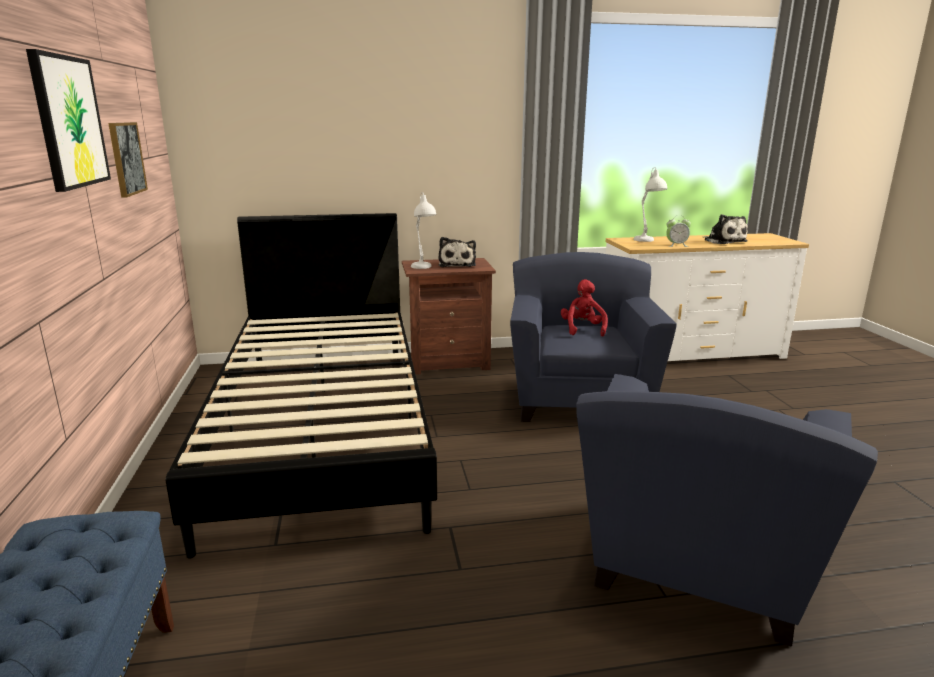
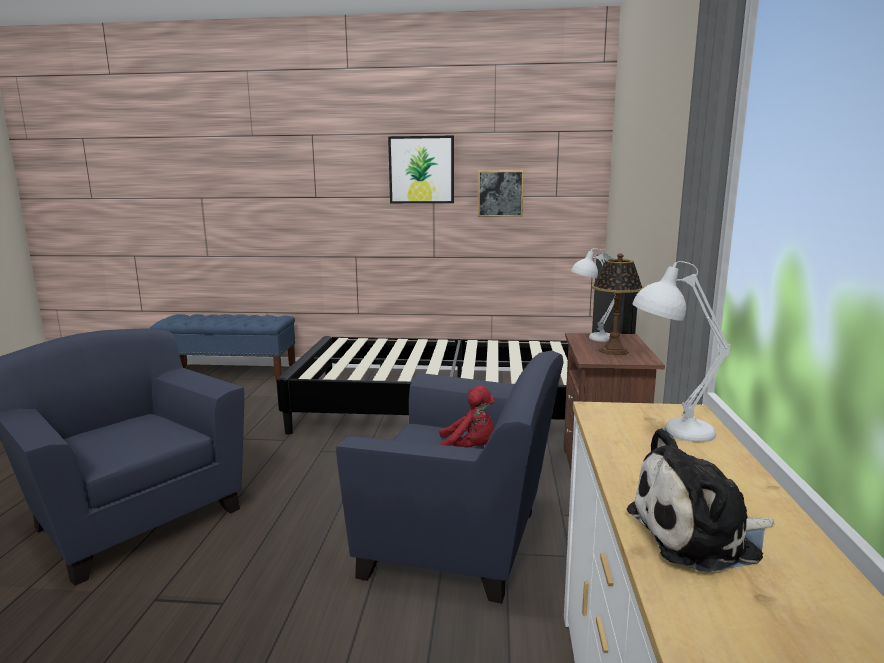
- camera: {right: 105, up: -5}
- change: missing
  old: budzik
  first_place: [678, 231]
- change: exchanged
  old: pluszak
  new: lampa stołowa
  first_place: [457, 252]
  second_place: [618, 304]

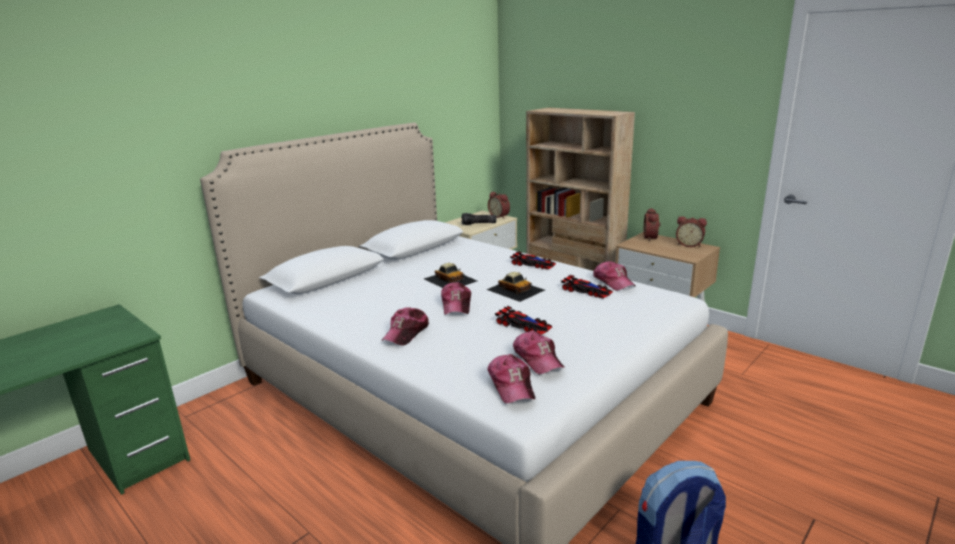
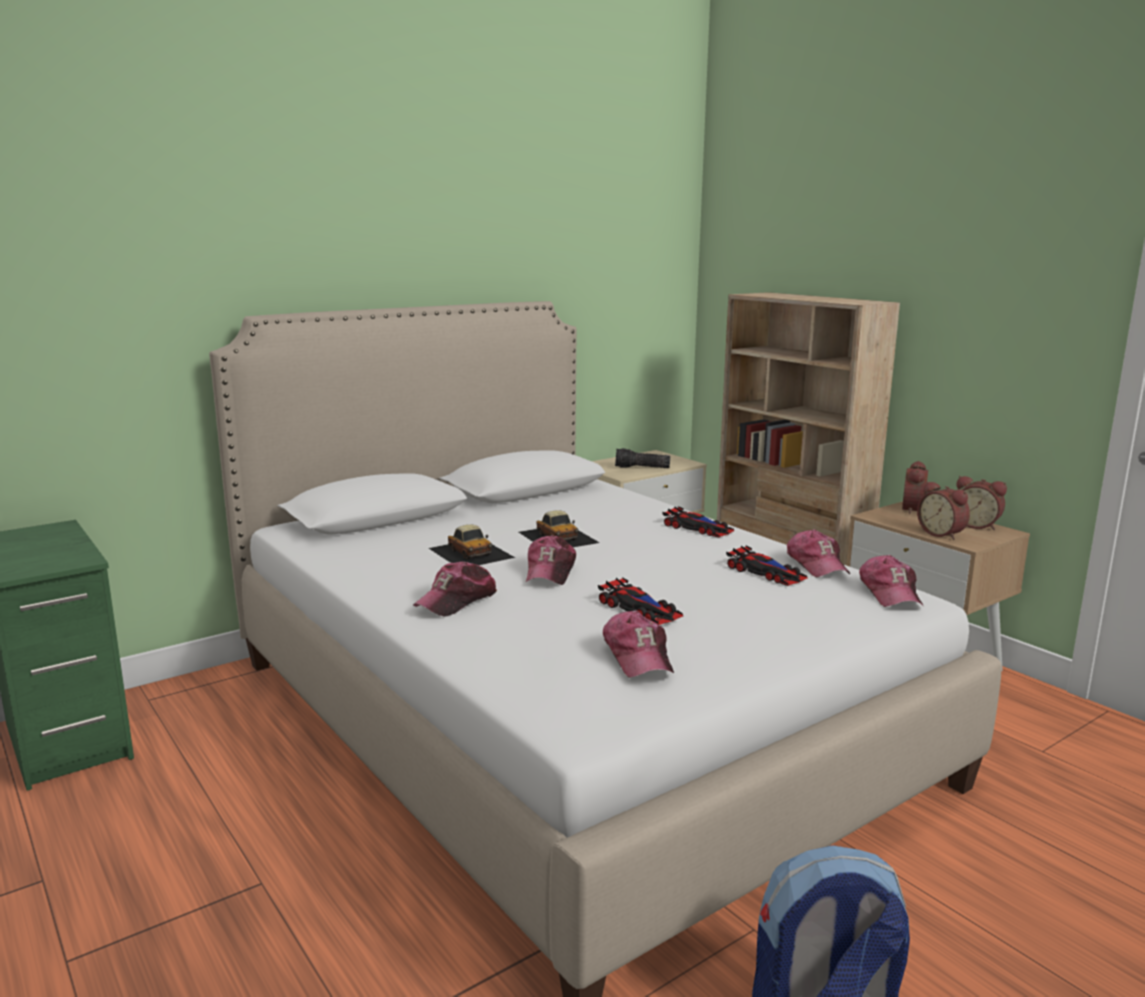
- camera: {right: 10, up: -5}
- change: relocated
  old: budzik
  first_place: [499, 205]
  second_place: [943, 510]
- change: relocated
  old: samochodzik
  first_place: [515, 287]
  second_place: [472, 545]
- change: relocated
  old: czapka z daszkiem
  first_place: [512, 379]
  second_place: [891, 581]

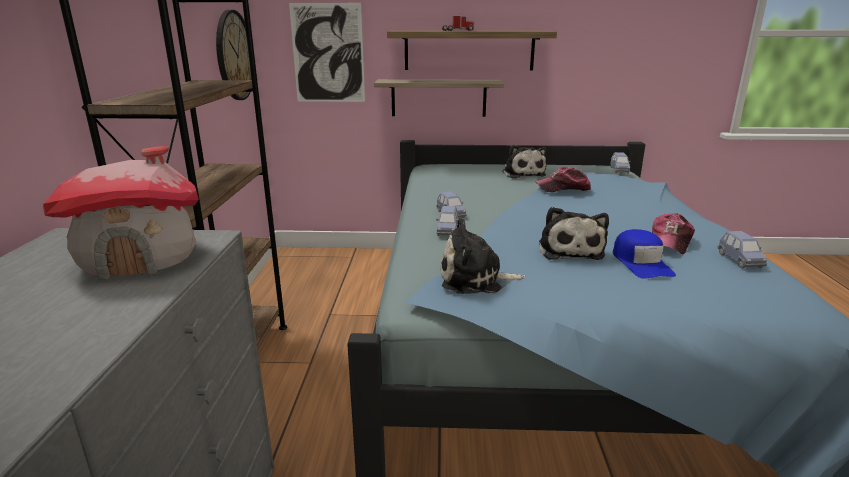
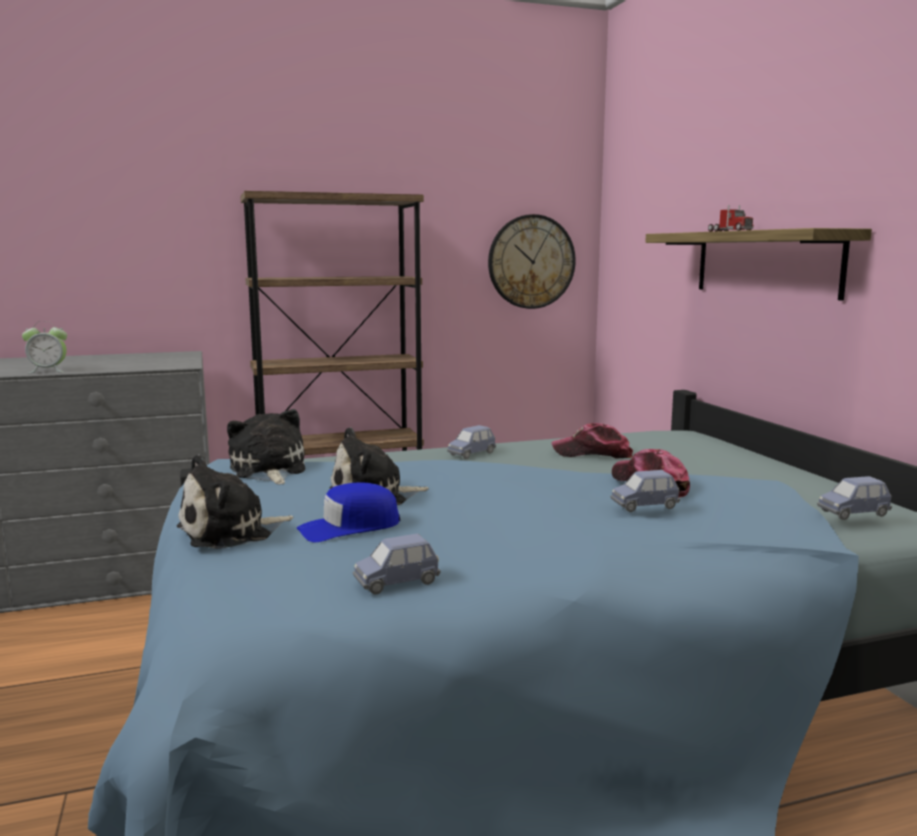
- camera: {right: 70, up: -10}
- change: missing
  old: obraz
  first_place: [327, 52]
- change: missing
  old: półka
  first_place: [439, 98]
- change: relocated
  old: pluszak
  first_place: [524, 162]
  second_place: [235, 501]
- change: missing
  old: domek
  first_place: [121, 213]
- change: relocated
  old: samochodzik [niebieski]
  first_place: [447, 221]
  second_place: [645, 491]
- change: relocated
  old: czapka z daszkiem
  first_place: [673, 233]
  second_place: [592, 441]
- change: appeared
  new: budzik
  second_place: [44, 347]

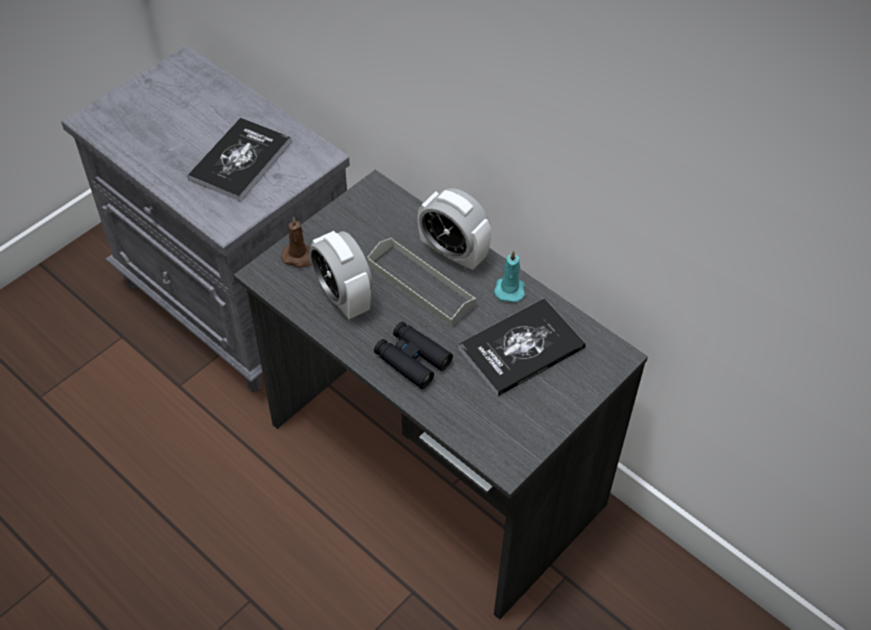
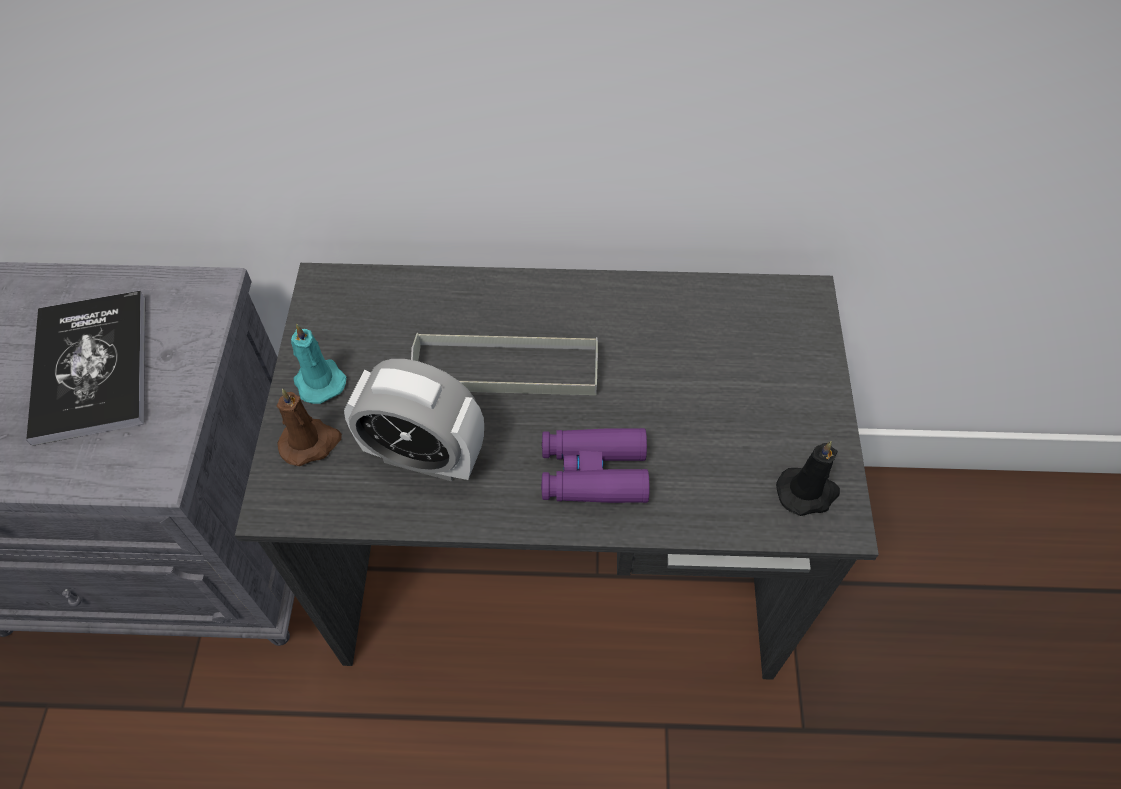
- camera: {right: -40, up: 5}
- change: missing
  old: budzik
  first_place: [454, 229]
- change: relocated
  old: świeca [turkusowy]
  first_place: [509, 276]
  second_place: [319, 364]
- change: missing
  old: książka
  first_place: [522, 347]
- change: colour
  old: lornetka [czarny]
  new: lornetka [fioletowy]
  first_place: [413, 355]
  second_place: [595, 465]
- change: appeared
  new: świeca [czarny]
  second_place: [808, 478]

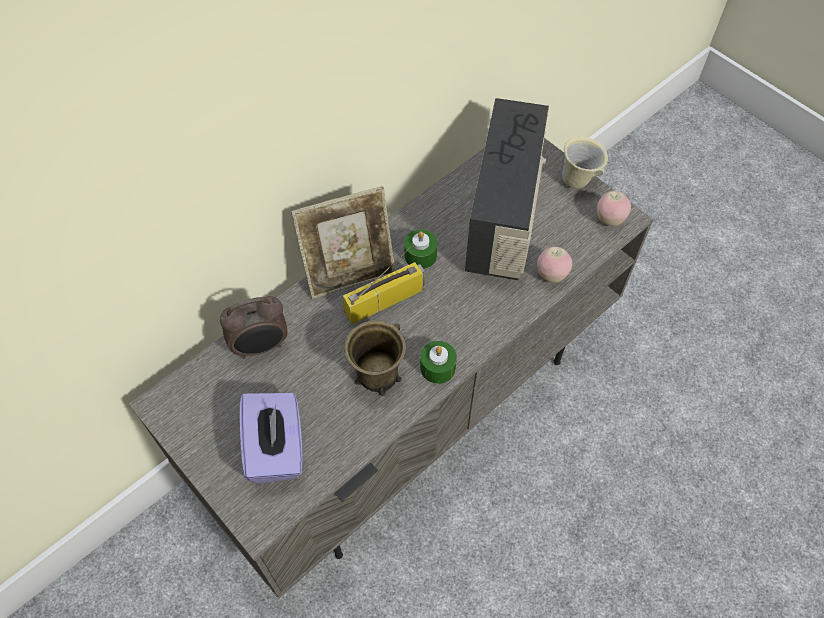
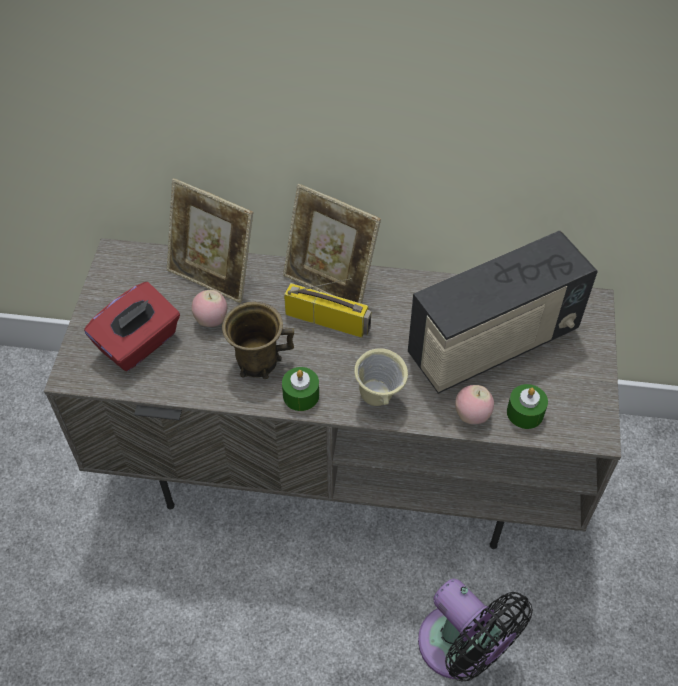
- camera: {right: 50, up: -5}
- change: relocated
  old: kubek [beżowy]
  first_place: [585, 163]
  second_place: [381, 377]
- change: relocated
  old: jabłko
  first_place: [614, 208]
  second_place: [209, 308]
- change: relocated
  old: świeca [zielony]
  first_place: [420, 249]
  second_place: [527, 406]
- change: exchanged
  old: budzik
  new: ramka na zdjęcie
  first_place: [254, 327]
  second_place: [210, 240]
- change: colour
  old: pudełko chusteczek [fioletowy]
  new: pudełko chusteczek [czerwony]
  first_place: [271, 438]
  second_place: [132, 326]
- change: appeared
  new: wentylator [czarny]
  second_place: [475, 630]

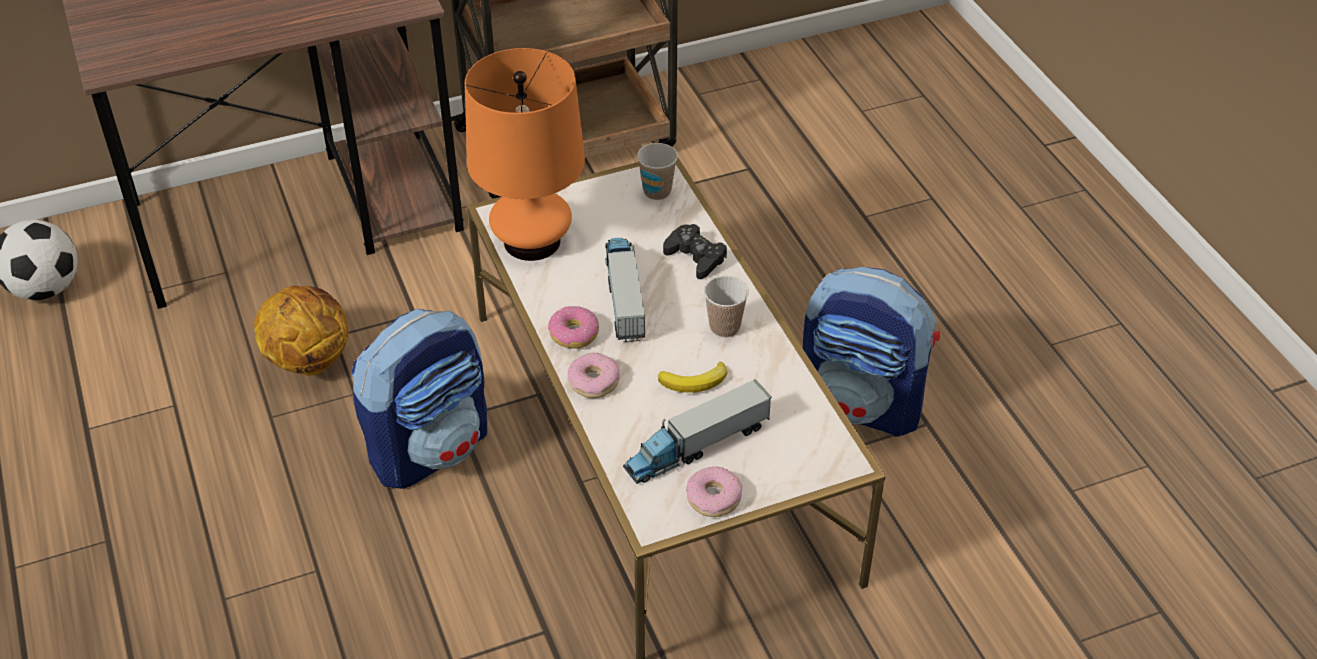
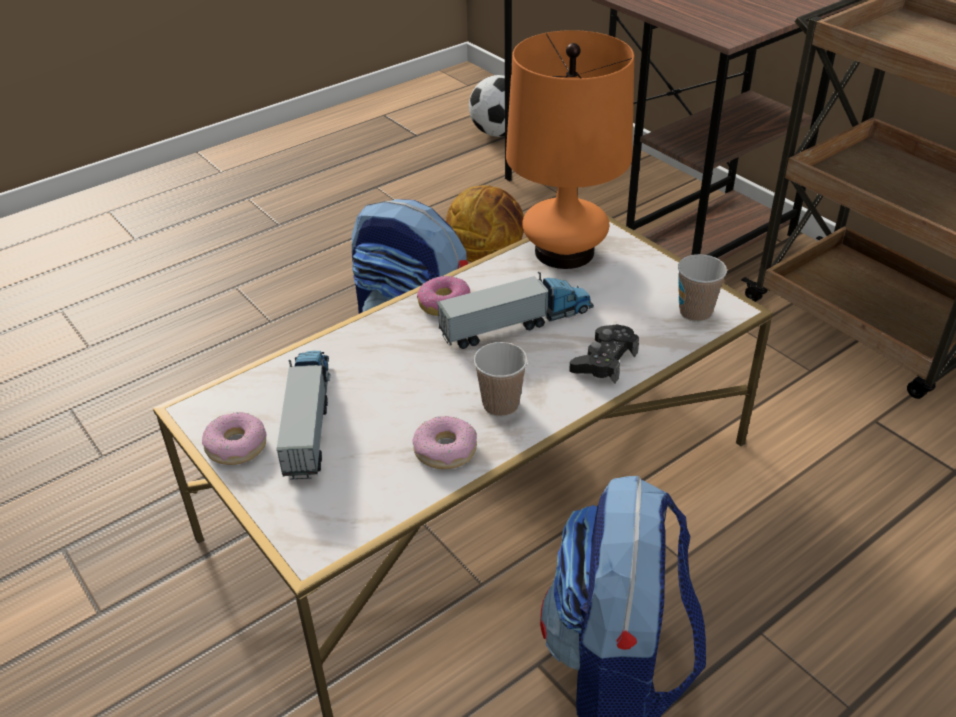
- camera: {right: 75, up: -5}
- change: relocated
  old: donut
  first_place: [594, 375]
  second_place: [445, 442]
- change: missing
  old: banan
  first_place: [692, 377]
- change: spun
  old: ciężarówka zabawkowa
  first_place: [697, 431]
  second_place: [303, 415]
  degrees: 45

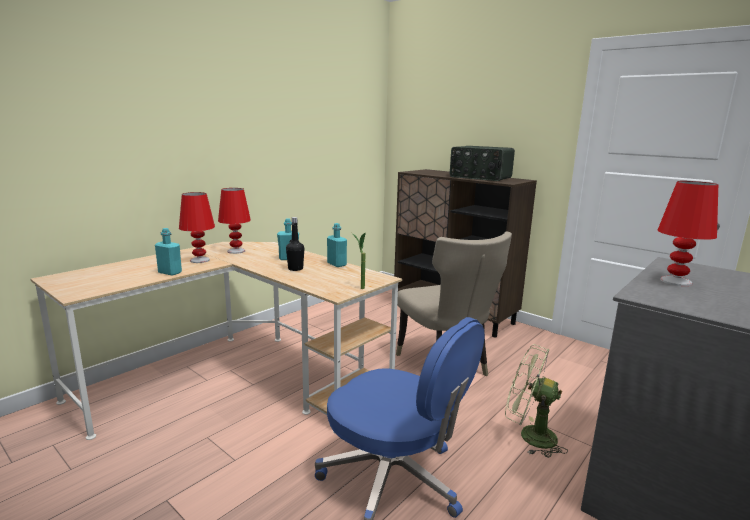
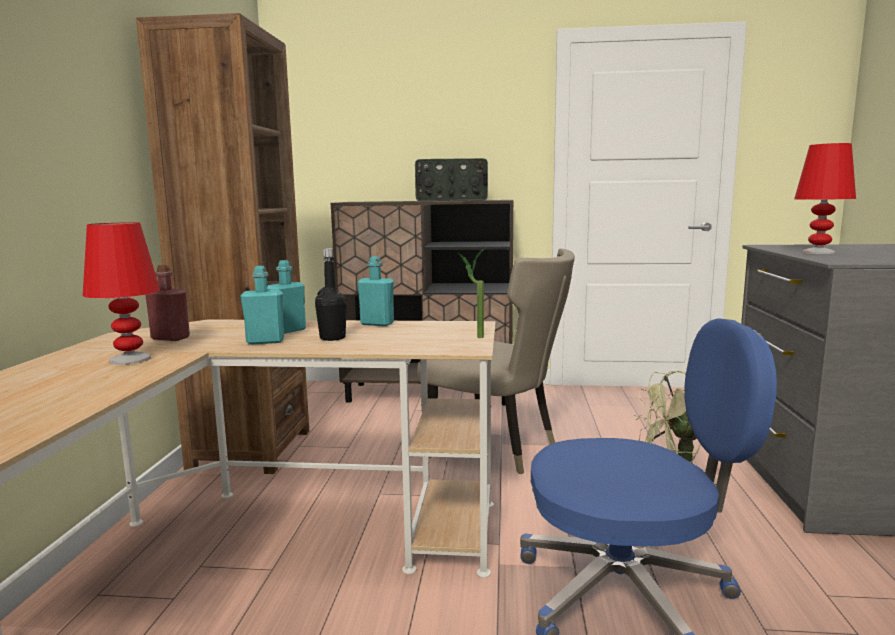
- camera: {right: -35, up: -5}
- change: exchanged
  old: lampa stołowa [czerwony]
  new: butelka [czerwony]
  first_place: [234, 221]
  second_place: [167, 303]
- change: relocated
  old: butelka [turkusowy]
  first_place: [168, 252]
  second_place: [262, 305]
- change: appeared
  new: regał [brązowy]
  second_place: [222, 243]

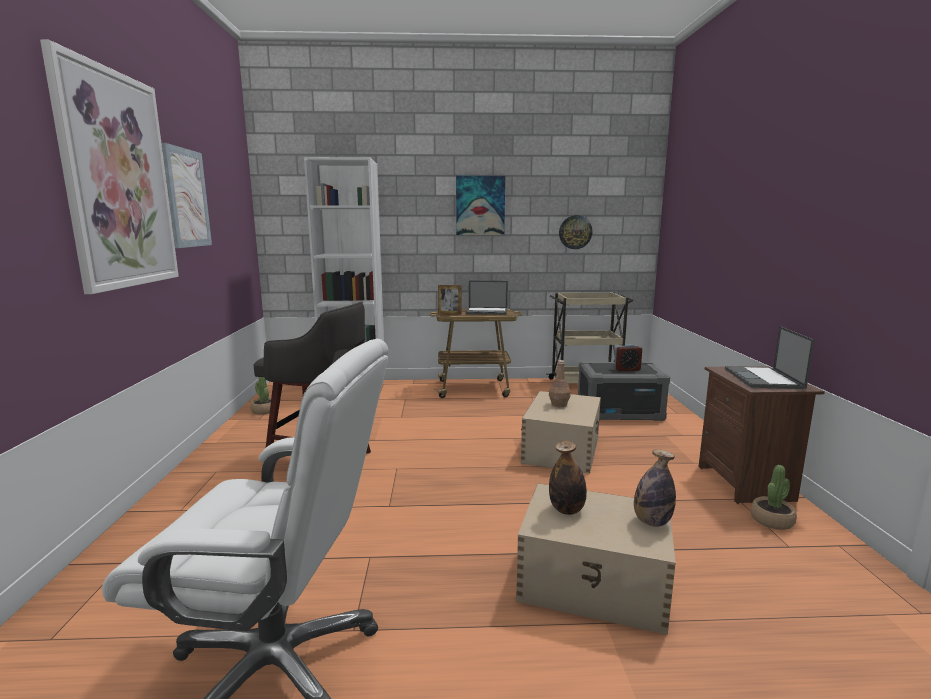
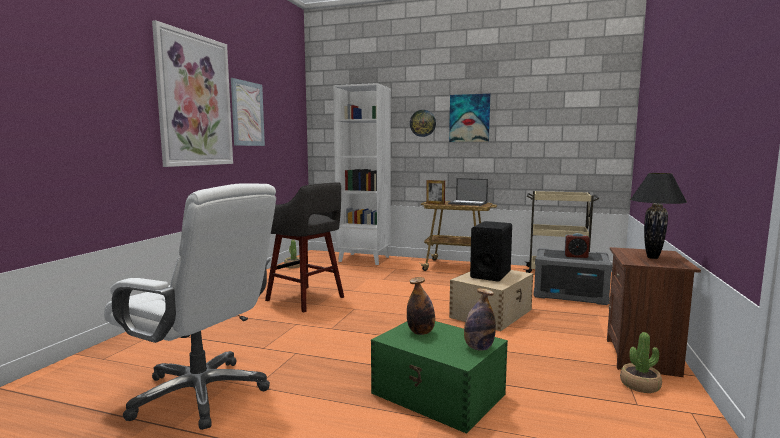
- camera: {right: 20, up: -5}
- change: relocated
  old: zegar ścienny
  first_place: [576, 232]
  second_place: [423, 123]
- change: exchanged
  old: laptop
  new: lampa stołowa [czarny]
  first_place: [769, 357]
  second_place: [658, 216]
- change: exchanged
  old: butelka [brązowy]
  new: głośnik [czarny]
  first_place: [560, 383]
  second_place: [491, 251]
- change: colour
  old: pojemnik do przechowywania [beżowy]
  new: pojemnik do przechowywania [zielony]
  first_place: [596, 559]
  second_place: [439, 377]

